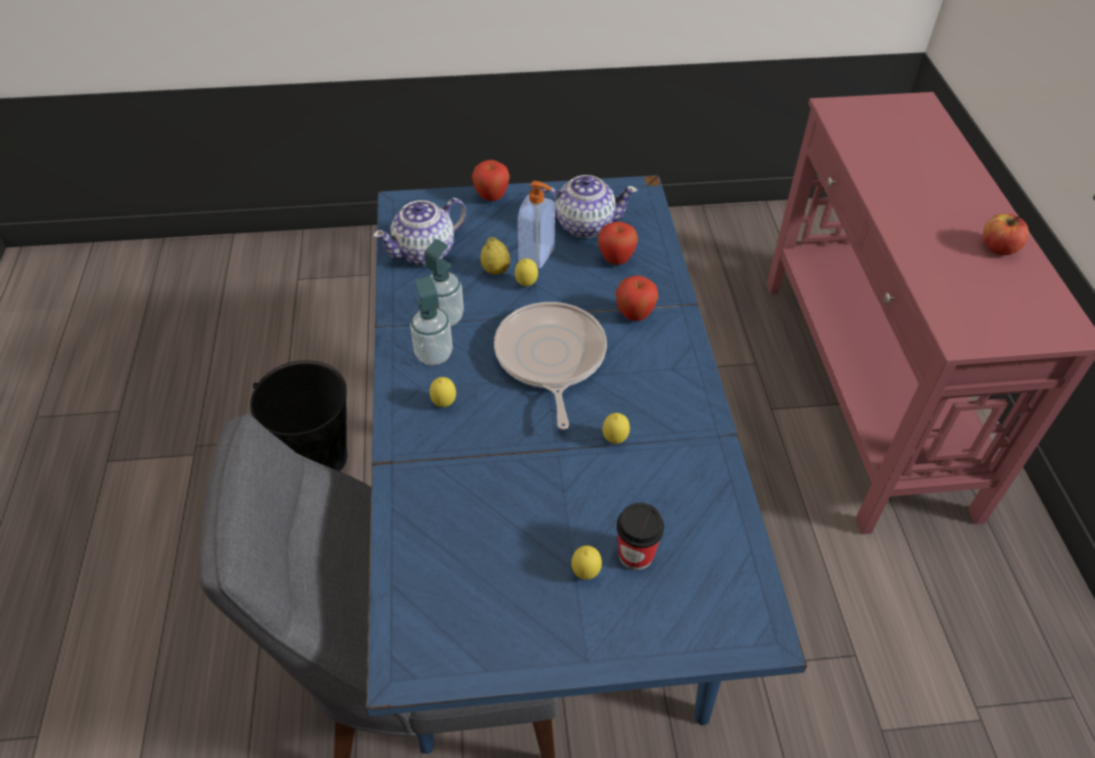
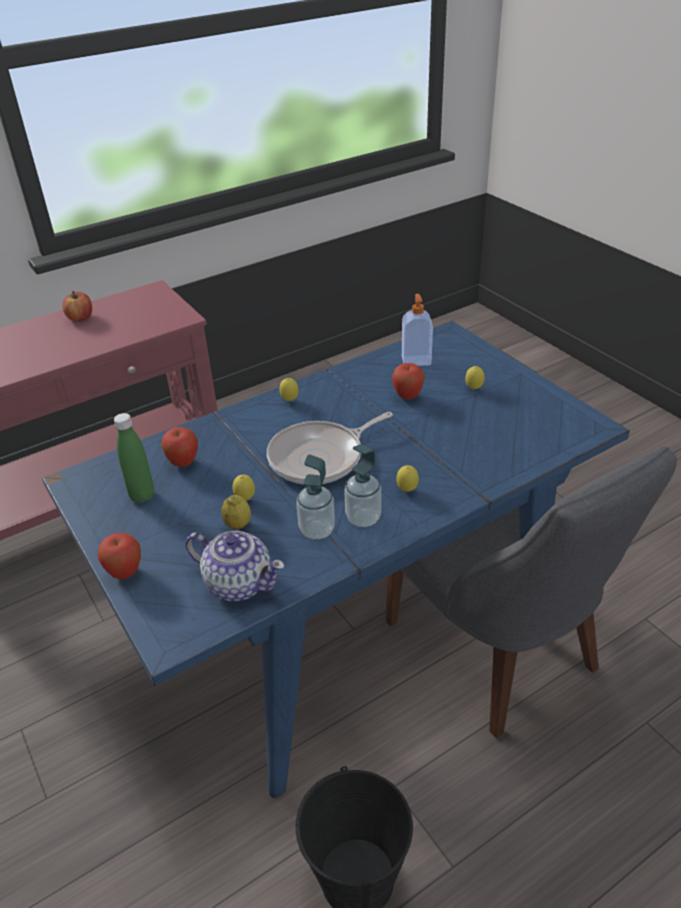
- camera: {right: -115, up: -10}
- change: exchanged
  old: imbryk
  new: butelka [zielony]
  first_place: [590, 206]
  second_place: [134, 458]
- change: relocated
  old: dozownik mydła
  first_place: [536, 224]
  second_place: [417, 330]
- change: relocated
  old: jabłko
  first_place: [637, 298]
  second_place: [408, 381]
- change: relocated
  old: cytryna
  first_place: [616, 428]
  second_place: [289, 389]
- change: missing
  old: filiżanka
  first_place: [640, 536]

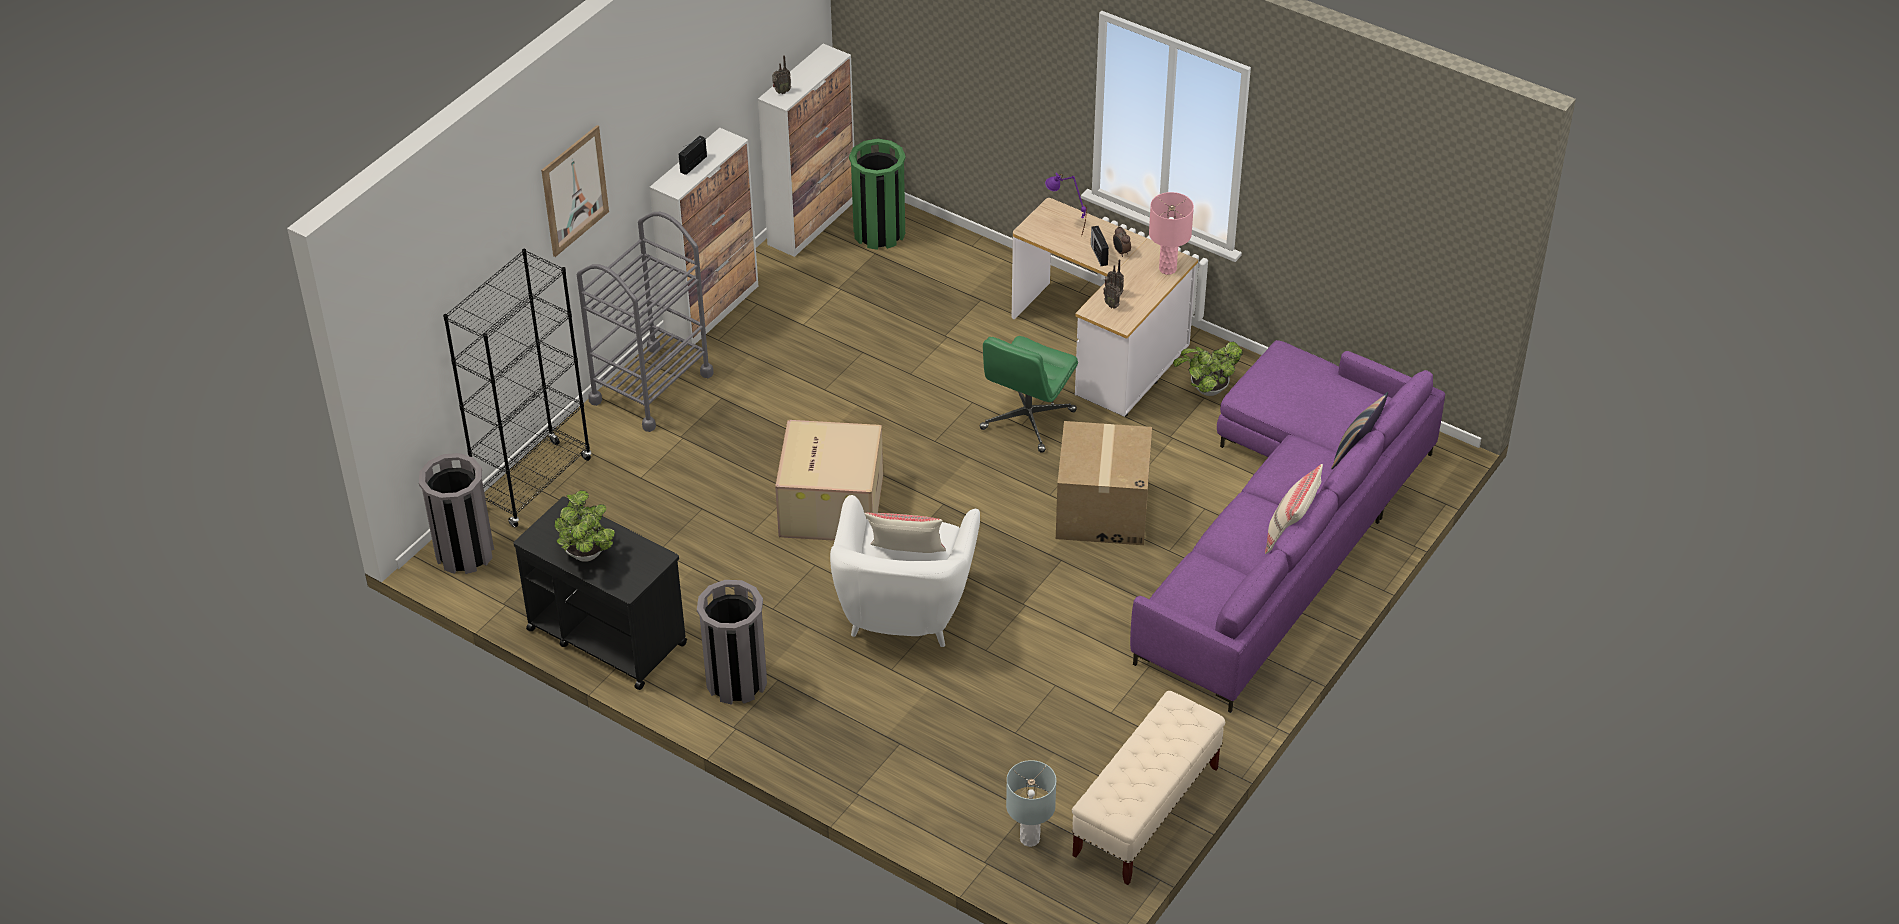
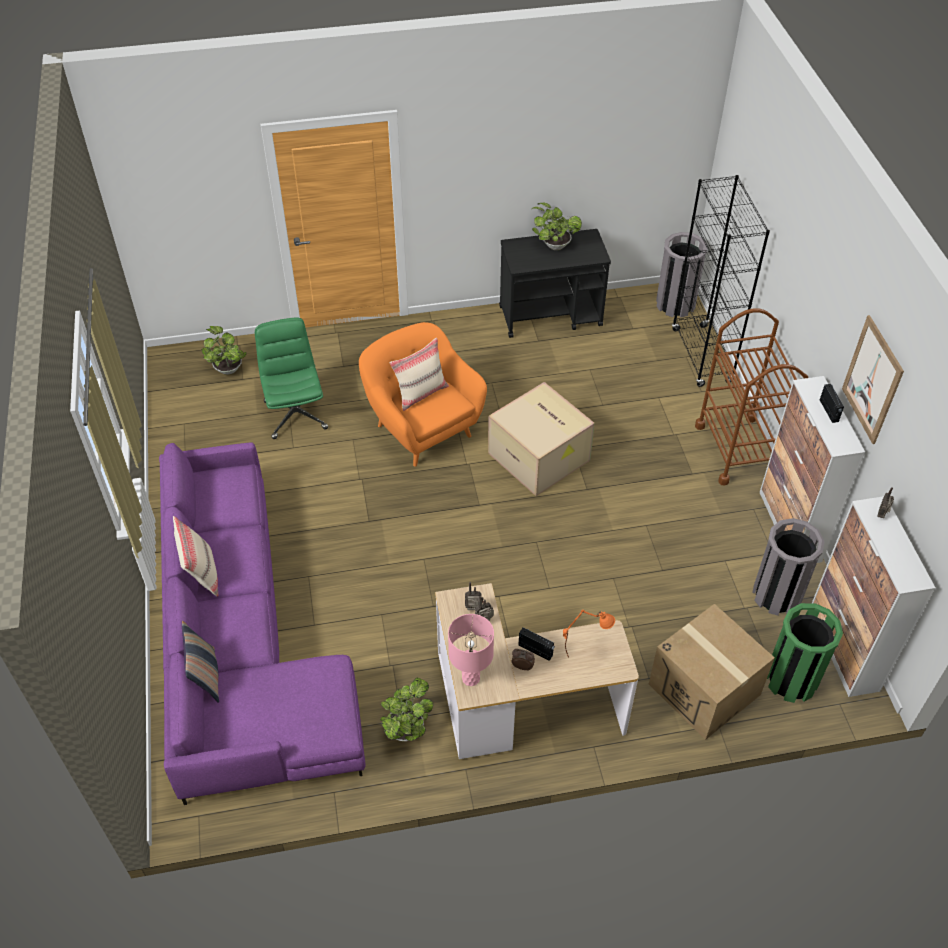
- camera: {right: 135, up: 5}
- change: relocated
  old: obraz
  first_place: [575, 191]
  second_place: [873, 379]
- change: colour
  old: lampa stołowa [fioletowy]
  new: lampa stołowa [pomarańczowy]
  first_place: [1066, 204]
  second_place: [589, 633]
- change: colour
  old: wózek [szary]
  new: wózek [brązowy]
  first_place: [645, 322]
  second_place: [751, 397]
- change: relocated
  old: krzesło biurowe [zielony]
  first_place: [1028, 394]
  second_place: [291, 378]
- change: relocated
  old: karton
  first_place: [1104, 483]
  second_place: [712, 672]
- change: colour
  old: fotel [biały]
  new: fotel [pomarańczowy]
  first_place: [905, 571]
  second_place: [423, 394]
- change: relocated
  old: kosz na śmieci [szary]
  first_place: [732, 642]
  second_place: [788, 567]
- change: missing
  old: ławka [beżowy]
  first_place: [1148, 788]
- change: exchanged
  old: lampa stołowa [szary]
  new: roślina doniczkowa
  first_place: [1031, 803]
  second_place: [224, 350]

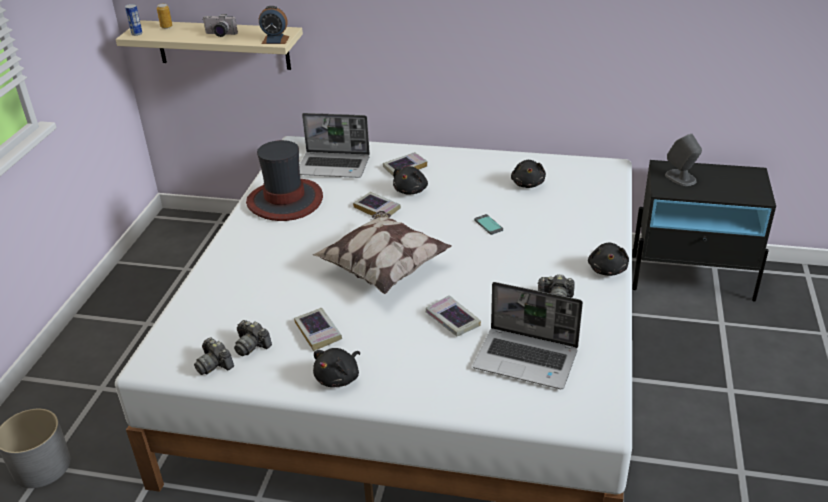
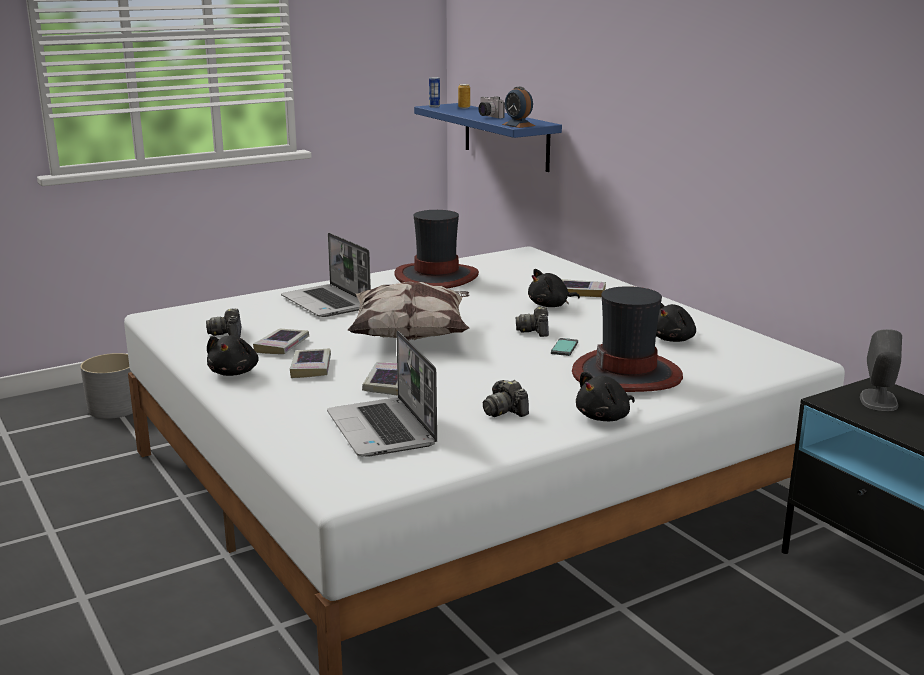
- camera: {right: 45, up: -15}
- change: colour
  old: półka [beżowy]
  new: półka [niebieski]
  first_place: [209, 45]
  second_place: [488, 137]
- change: relocated
  old: laptop
  first_place: [334, 145]
  second_place: [326, 275]
- change: relocated
  old: książka
  first_place: [377, 204]
  second_place: [310, 363]
- change: relocated
  old: aparat fotograficzny
  first_place: [214, 356]
  second_place: [532, 322]
- change: spun
  old: pluszak [czarny]
  first_place: [336, 367]
  second_place: [233, 355]
  degrees: -75
- change: appeared
  new: kapelusz
  second_place: [627, 339]

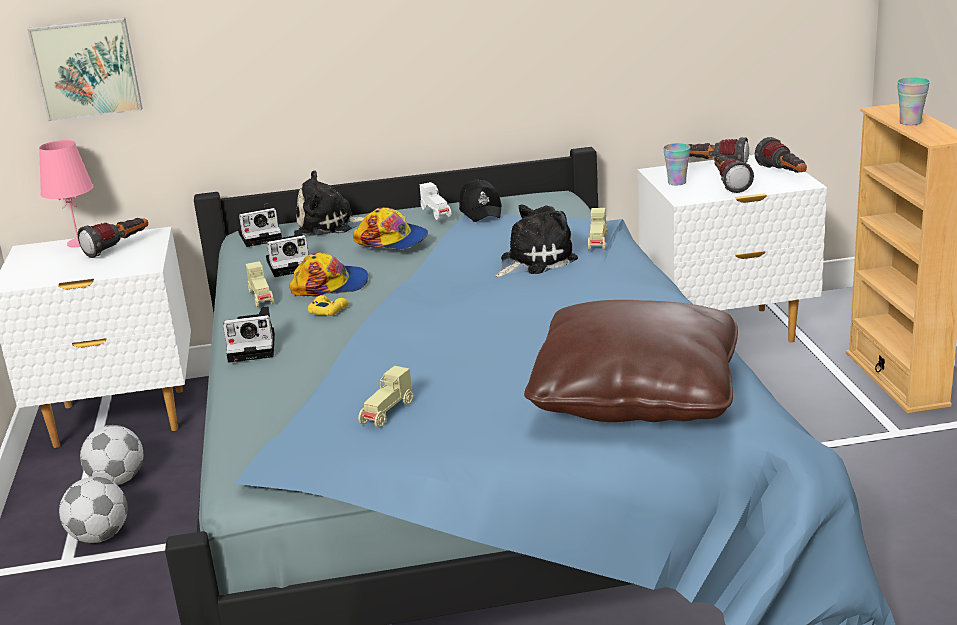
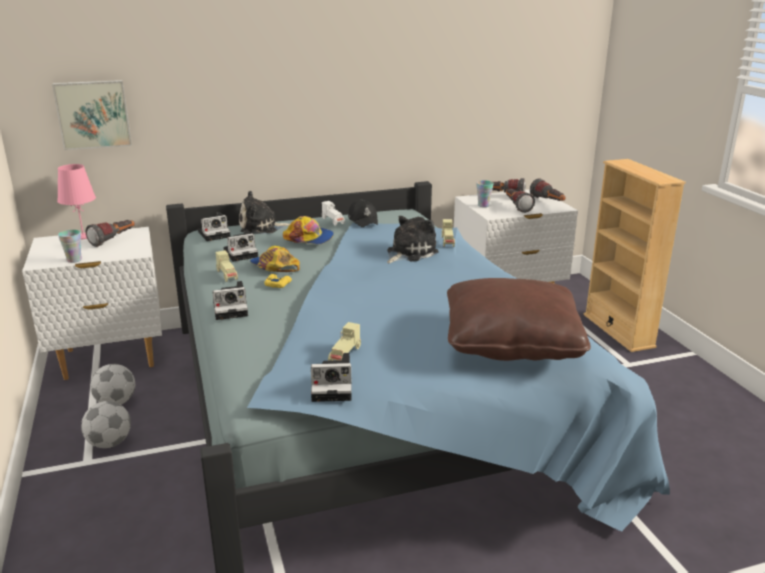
- camera: {right: -10, up: 0}
- change: relocated
  old: filiżanka
  first_place: [913, 101]
  second_place: [70, 246]
- change: spun
  old: czapka z daszkiem
  first_place: [328, 274]
  second_place: [275, 259]
  degrees: -120
- change: appeared
  new: aparat fotograficzny
  second_place: [331, 377]

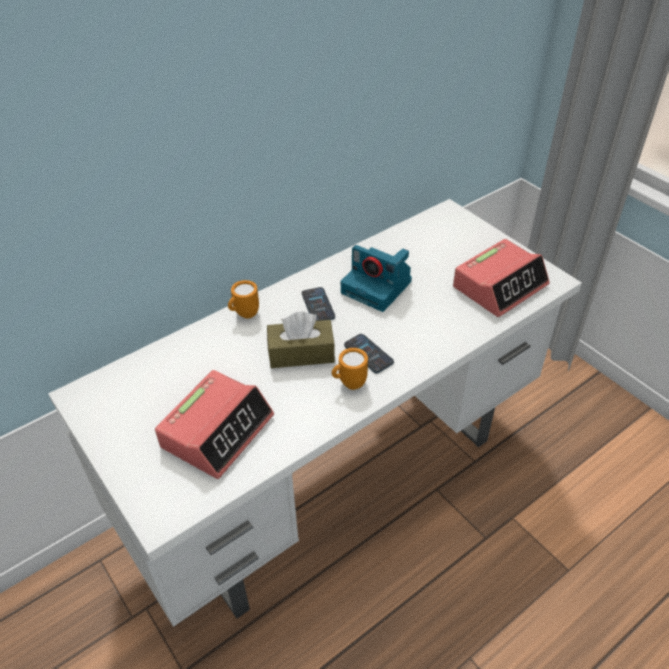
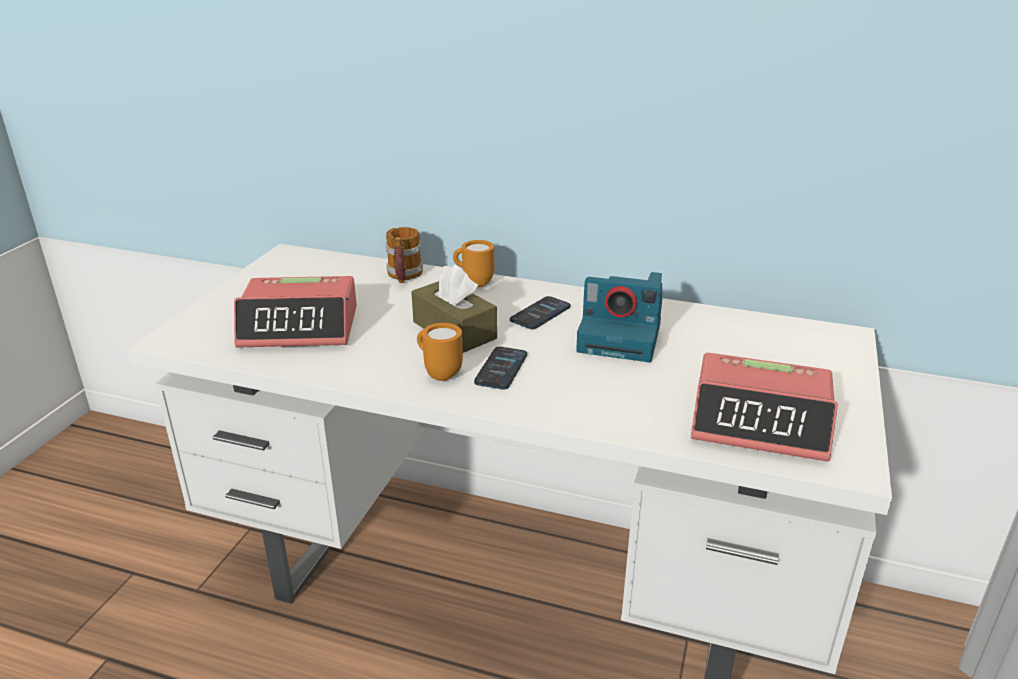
- camera: {right: 55, up: -15}
- change: spun
  old: aparat fotograficzny
  first_place: [376, 278]
  second_place: [619, 317]
  degrees: -75
- change: appeared
  new: kubek
  second_place: [404, 255]

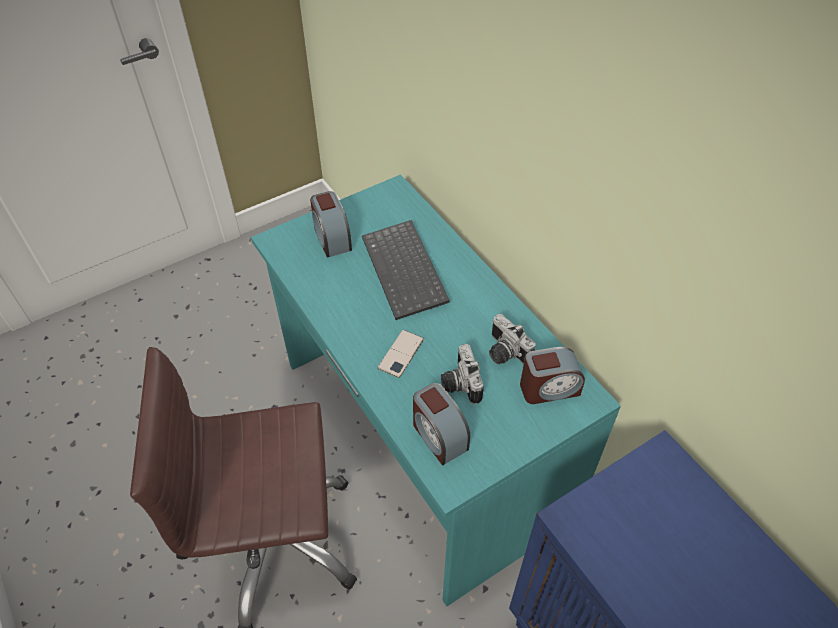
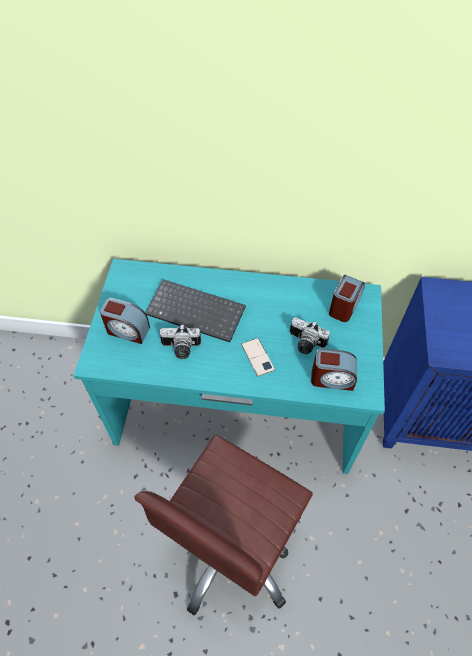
- camera: {right: -50, up: 5}
- change: relocated
  old: aparat fotograficzny
  first_place: [512, 339]
  second_place: [180, 341]

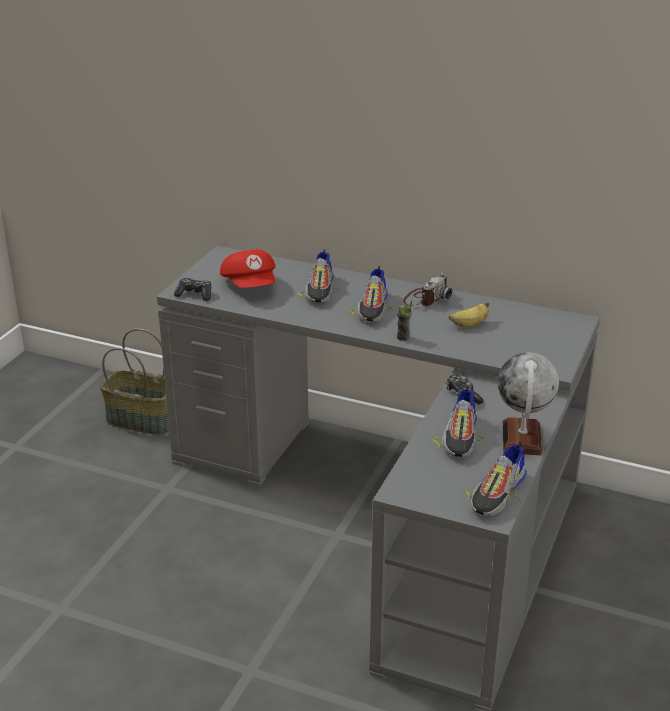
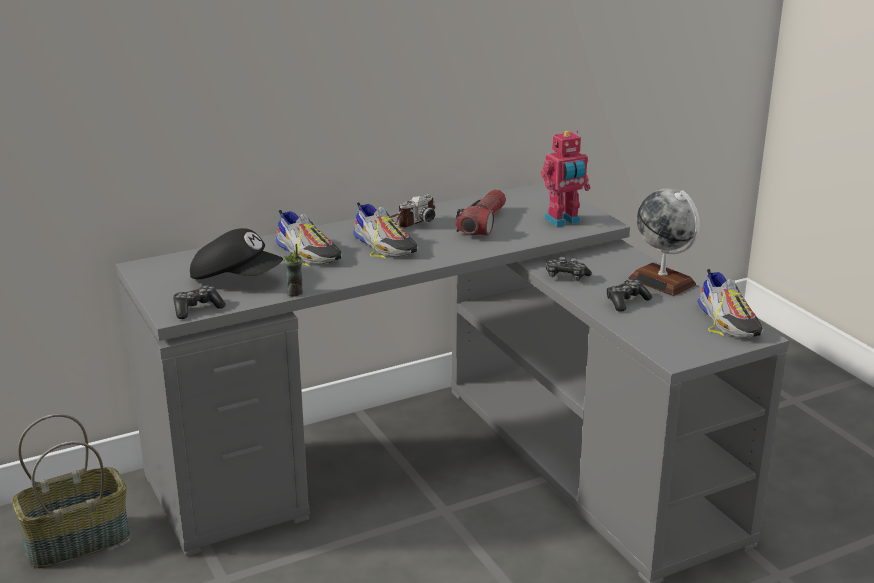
- camera: {right: -50, up: -5}
- change: colour
  old: czapka z daszkiem [czerwony]
  new: czapka z daszkiem [czarny]
  first_place: [248, 269]
  second_place: [236, 253]
- change: spun
  old: aparat fotograficzny
  first_place: [427, 289]
  second_place: [412, 210]
  degrees: 60
- change: relocated
  old: filiżanka
  first_place: [404, 320]
  second_place: [293, 270]
- change: exchanged
  old: banan
  new: latarka
  first_place: [469, 314]
  second_place: [481, 212]
- change: exchanged
  old: but
  new: pad do gier
  first_place: [458, 421]
  second_place: [629, 295]
- change: appeared
  new: robot zabawkowy
  second_place: [565, 179]

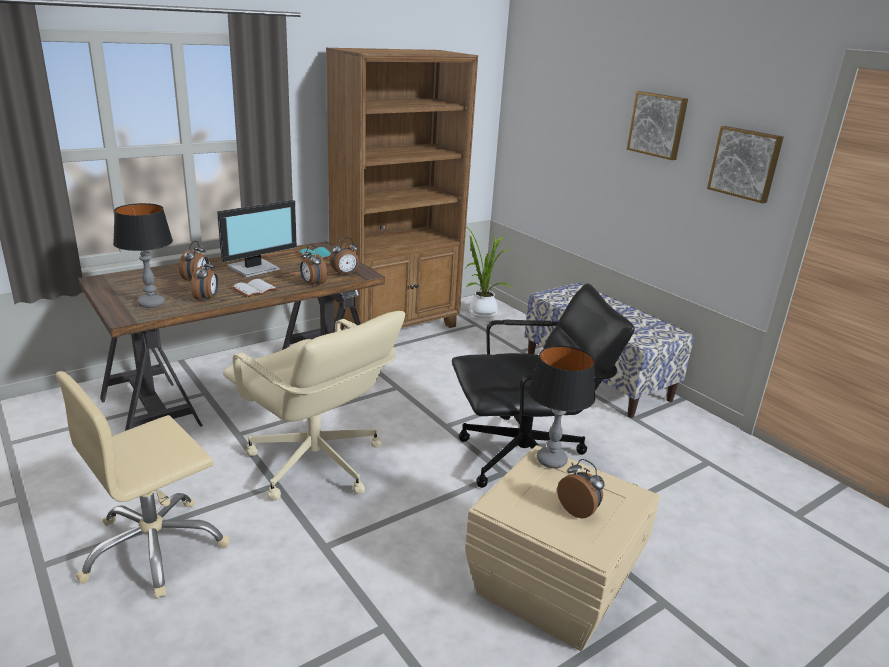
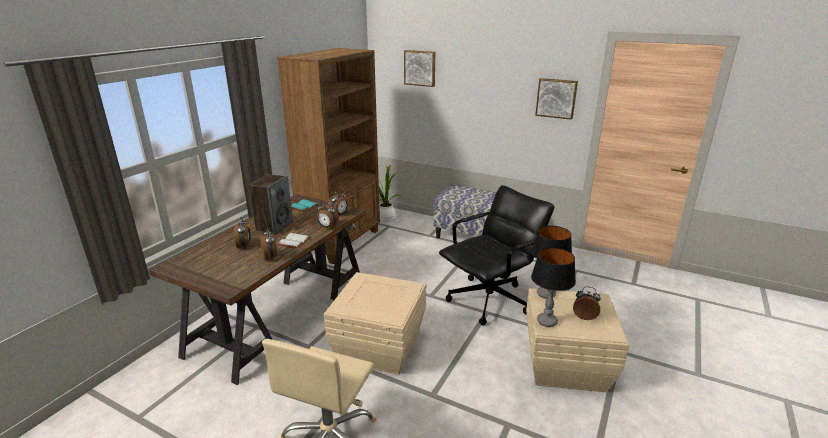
- camera: {right: -25, up: 0}
- change: relocated
  old: obraz
  first_place: [657, 125]
  second_place: [419, 68]
- change: exchanged
  old: monitor
  new: głośnik
  first_place: [257, 238]
  second_place: [271, 204]
- change: relocated
  old: lampa stołowa
  first_place: [143, 255]
  second_place: [553, 287]
- change: exchanged
  old: krzesło biurowe [beżowy]
  new: pojemnik do przechowywania [beżowy]
  first_place: [314, 405]
  second_place: [375, 323]

